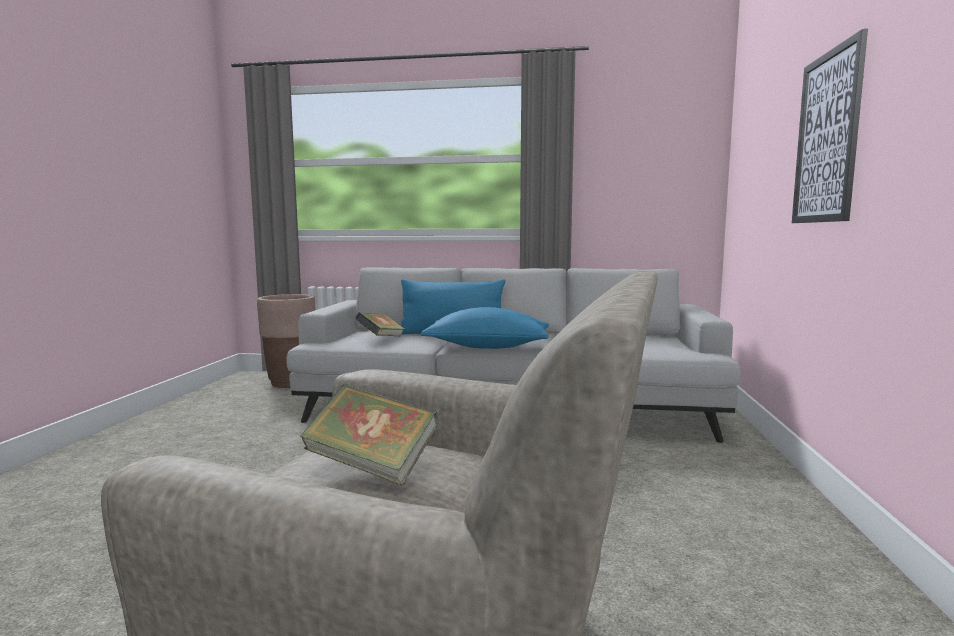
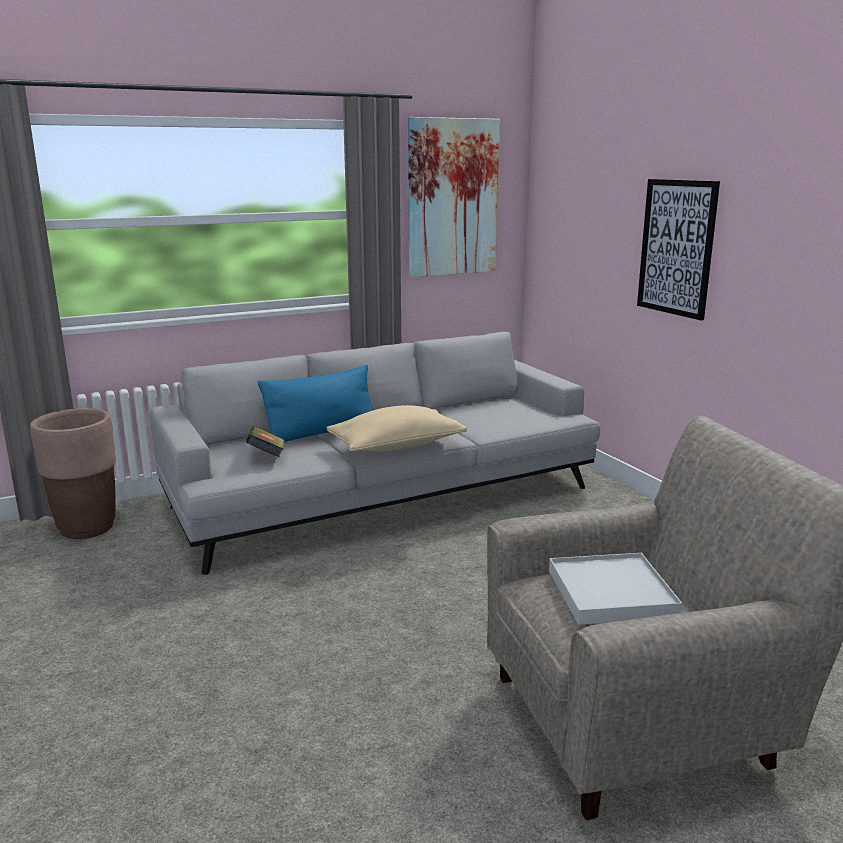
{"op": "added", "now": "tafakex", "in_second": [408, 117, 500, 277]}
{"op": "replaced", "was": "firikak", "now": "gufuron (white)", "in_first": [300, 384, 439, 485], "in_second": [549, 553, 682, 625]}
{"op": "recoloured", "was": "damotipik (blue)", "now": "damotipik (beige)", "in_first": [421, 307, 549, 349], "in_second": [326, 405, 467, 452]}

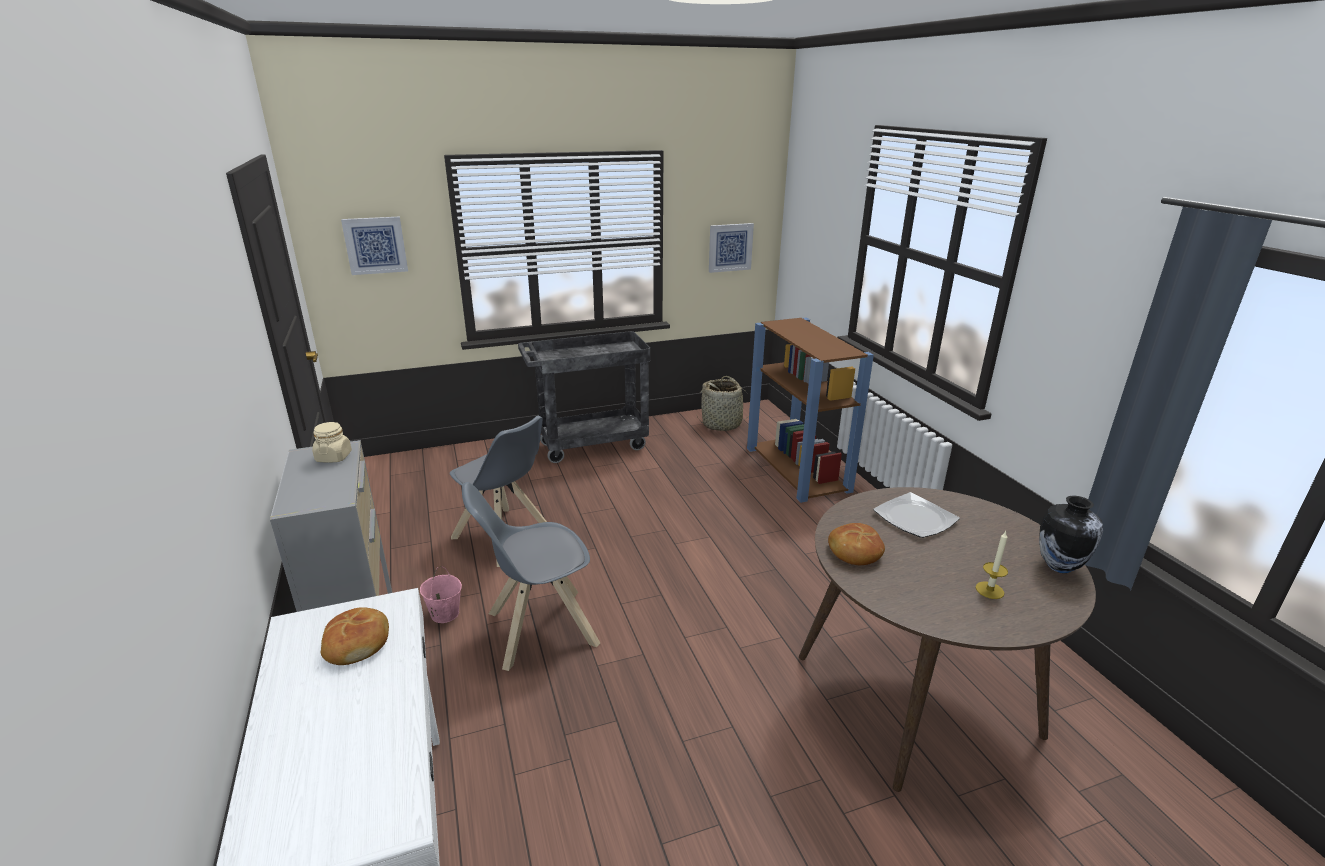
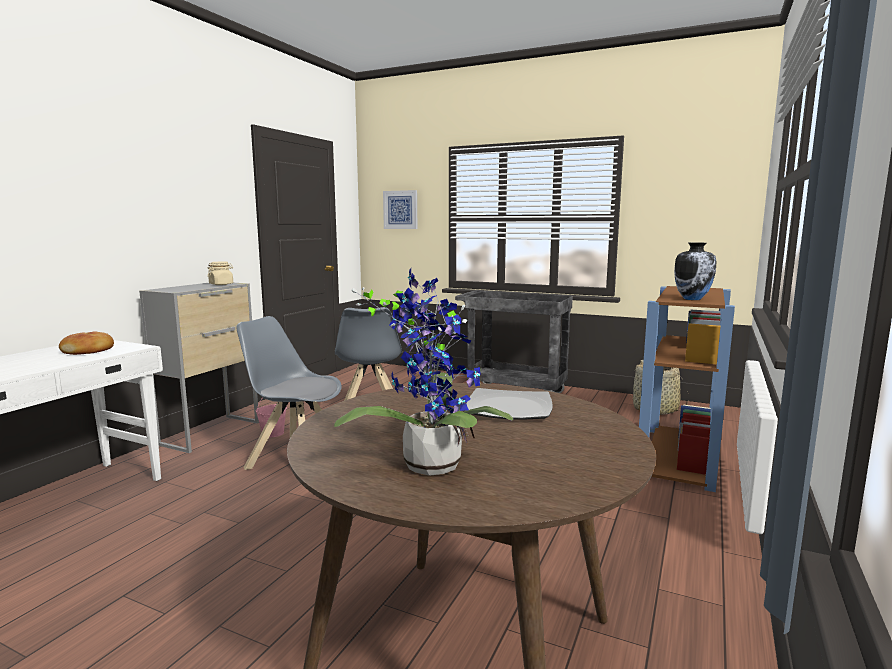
{"op": "removed", "was": "tafakex", "in_first": [709, 223, 754, 273]}
{"op": "removed", "was": "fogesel", "in_first": [828, 523, 885, 565]}
{"op": "moved", "was": "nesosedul", "in_first": [1039, 496, 1103, 573], "in_second": [674, 242, 717, 300]}
{"op": "replaced", "was": "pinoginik", "now": "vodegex", "in_first": [976, 532, 1008, 599], "in_second": [334, 268, 513, 476]}

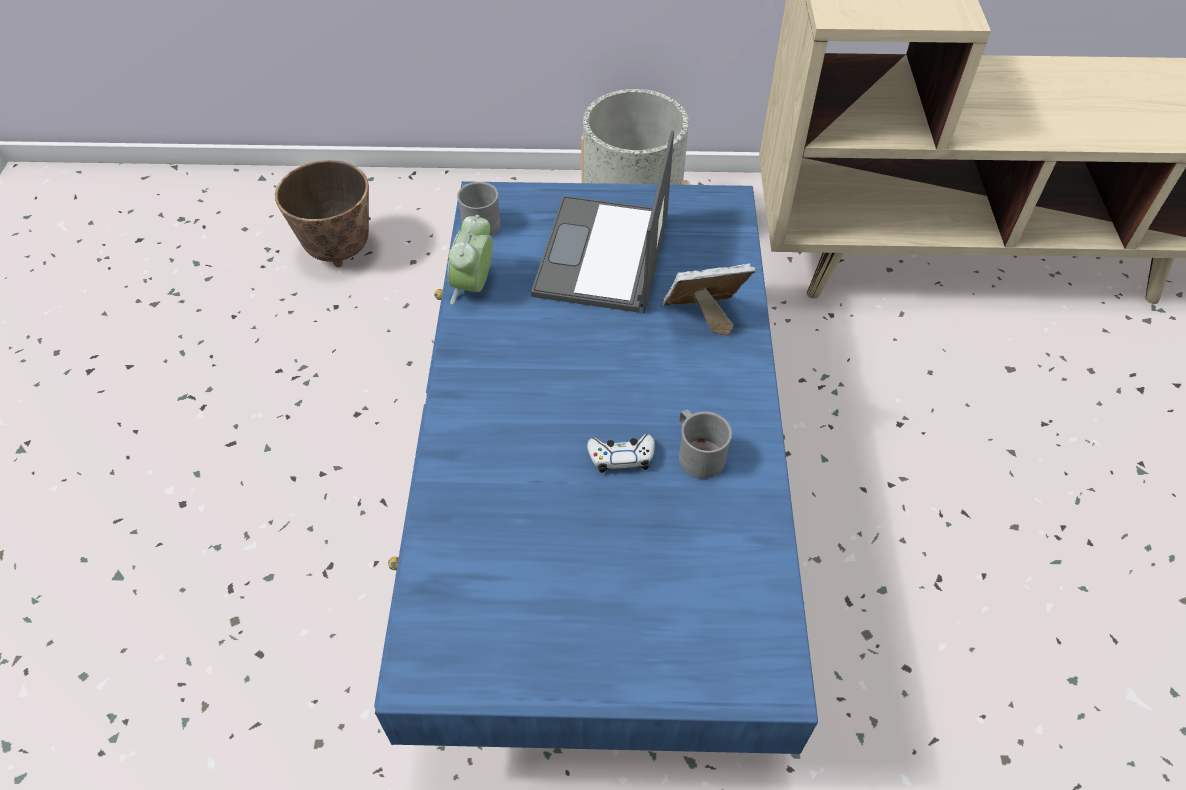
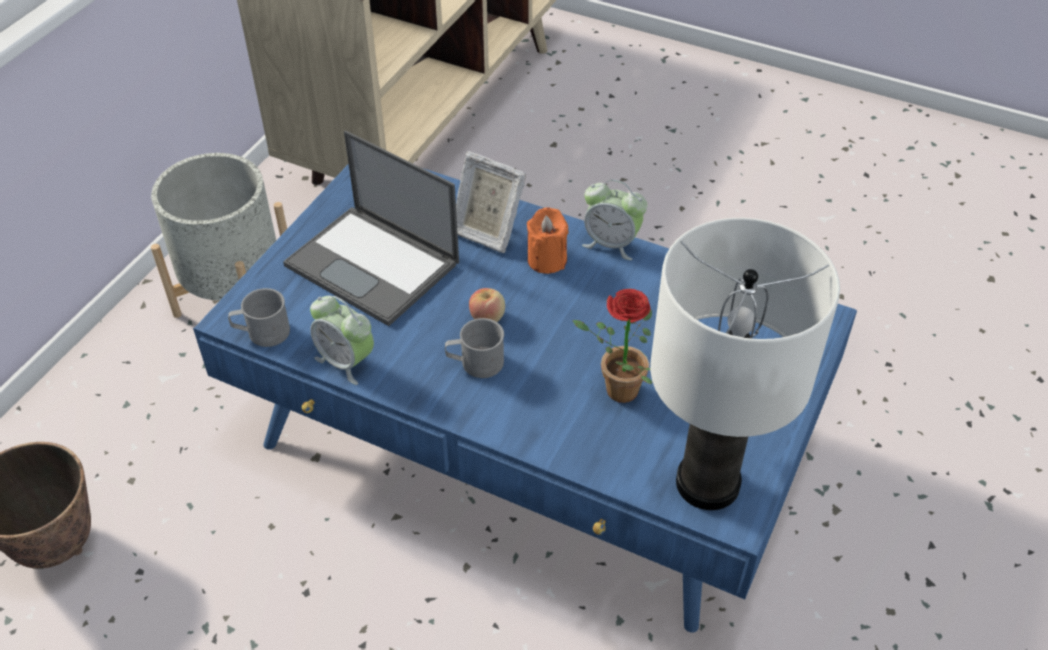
{"op": "removed", "was": "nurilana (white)", "in_first": [587, 434, 655, 473]}
{"op": "added", "now": "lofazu", "in_second": [469, 288, 505, 322]}
{"op": "added", "now": "pinoginik (orange)", "in_second": [527, 207, 568, 274]}
{"op": "added", "now": "vodegex", "in_second": [572, 289, 652, 403]}
{"op": "added", "now": "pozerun", "in_second": [582, 179, 647, 260]}
{"op": "added", "now": "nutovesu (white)", "in_second": [650, 218, 840, 510]}
{"op": "moved", "was": "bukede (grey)", "in_first": [679, 409, 732, 479], "in_second": [445, 318, 504, 378]}
{"op": "turned", "was": "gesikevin", "in_first": [663, 264, 756, 336], "in_second": [456, 151, 526, 253], "clockwise": -75}

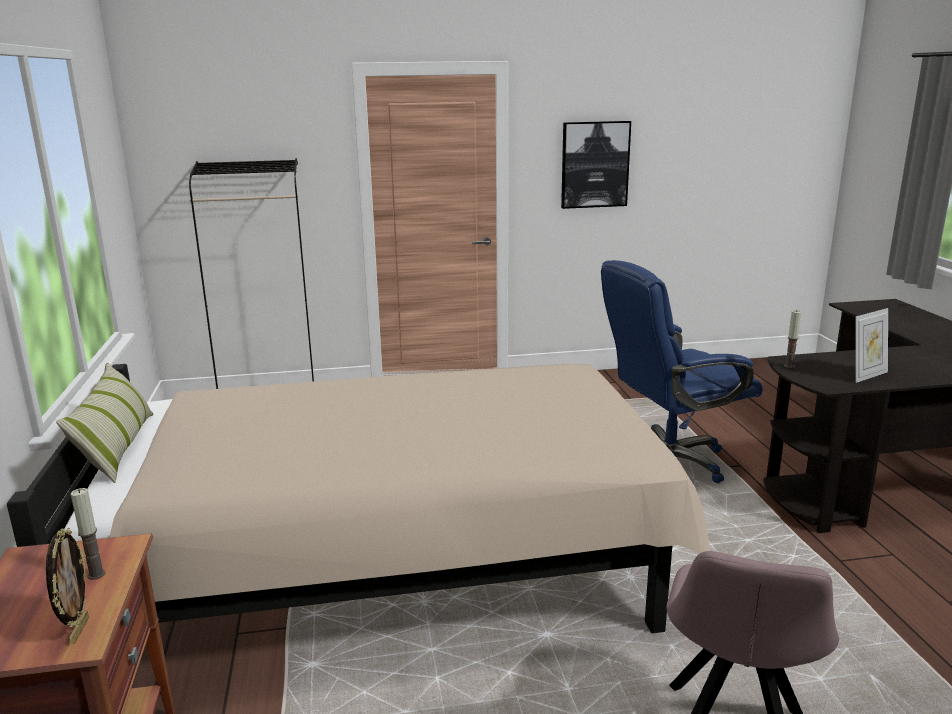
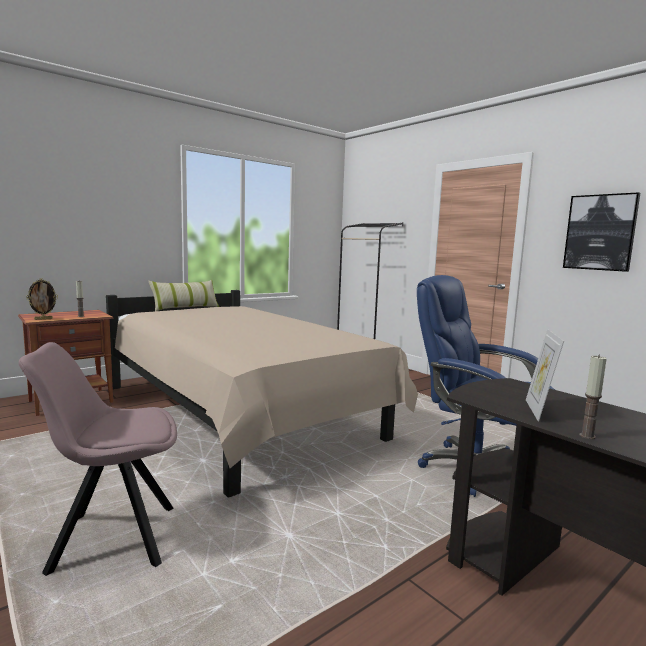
{"op": "moved", "was": "pinoginik", "in_first": [784, 310, 802, 368], "in_second": [580, 355, 607, 439]}
{"op": "turned", "was": "gesikevin", "in_first": [856, 308, 888, 383], "in_second": [526, 329, 564, 422], "clockwise": 75}

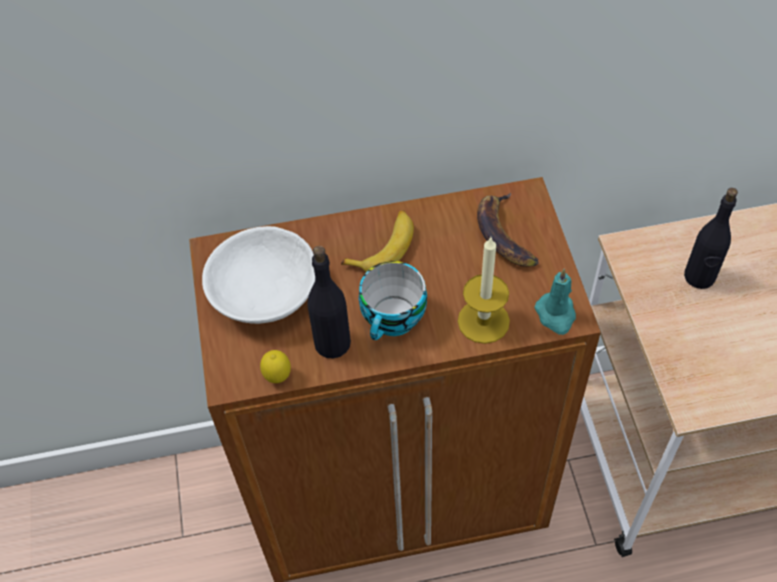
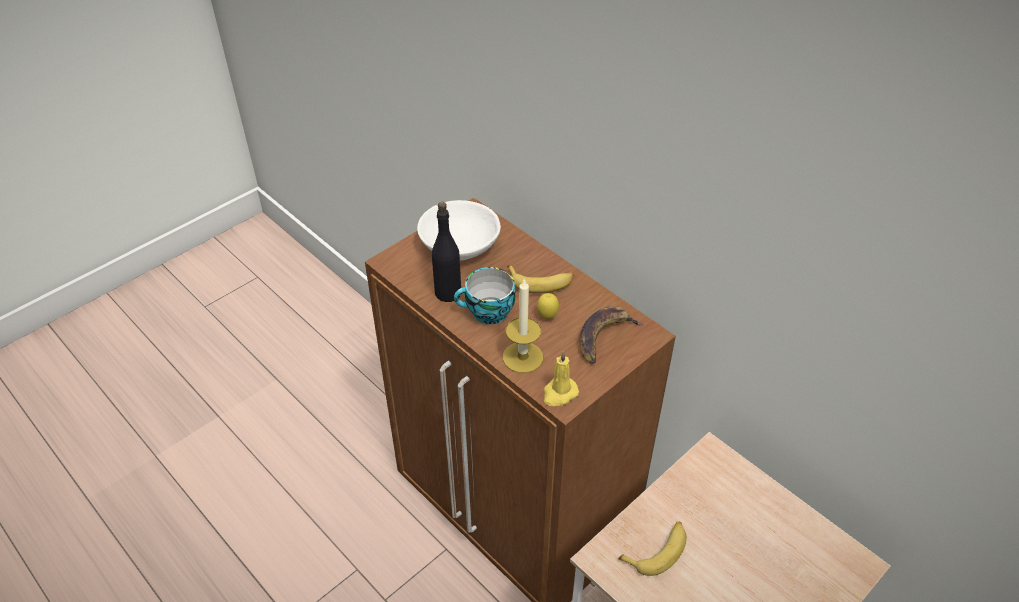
{"op": "removed", "was": "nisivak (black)", "in_first": [684, 188, 738, 289]}
{"op": "added", "now": "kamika", "in_second": [618, 522, 687, 576]}
{"op": "moved", "was": "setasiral", "in_first": [260, 350, 291, 383], "in_second": [537, 293, 559, 319]}
{"op": "recoloured", "was": "pinoginik (turquoise)", "now": "pinoginik (yellow)", "in_first": [534, 269, 576, 335], "in_second": [544, 351, 579, 406]}

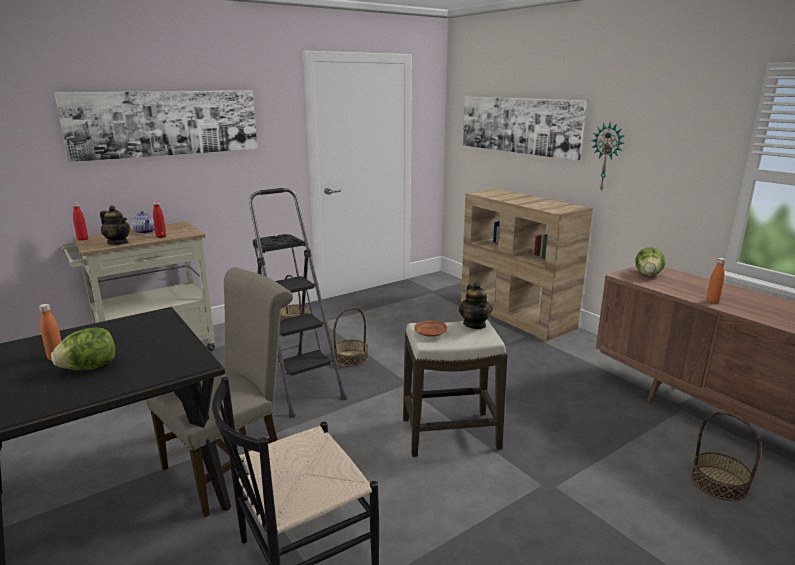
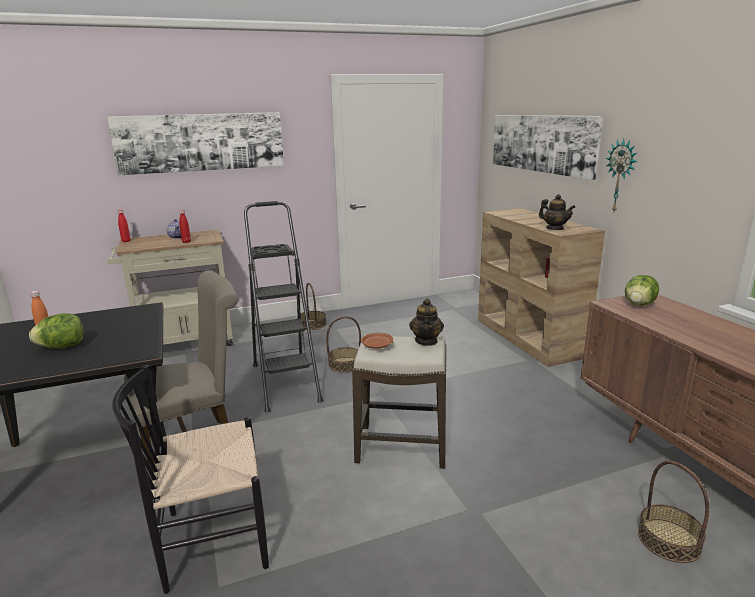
{"op": "removed", "was": "nisivak (orange)", "in_first": [706, 258, 726, 303]}
{"op": "moved", "was": "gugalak", "in_first": [100, 206, 130, 245], "in_second": [539, 194, 575, 230]}

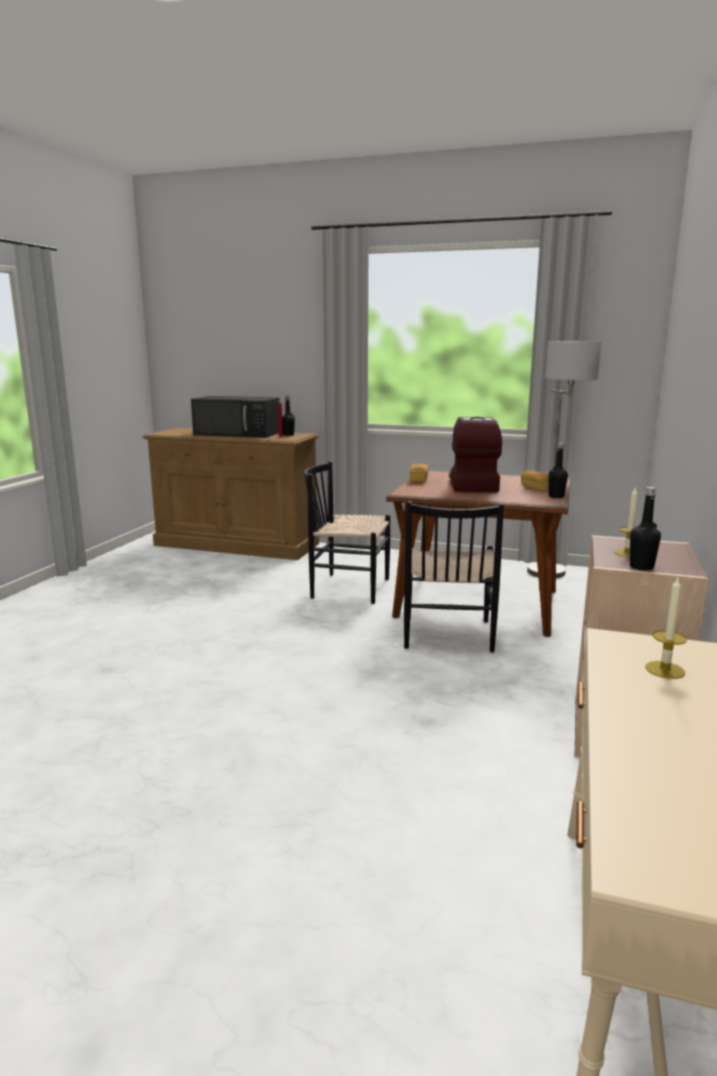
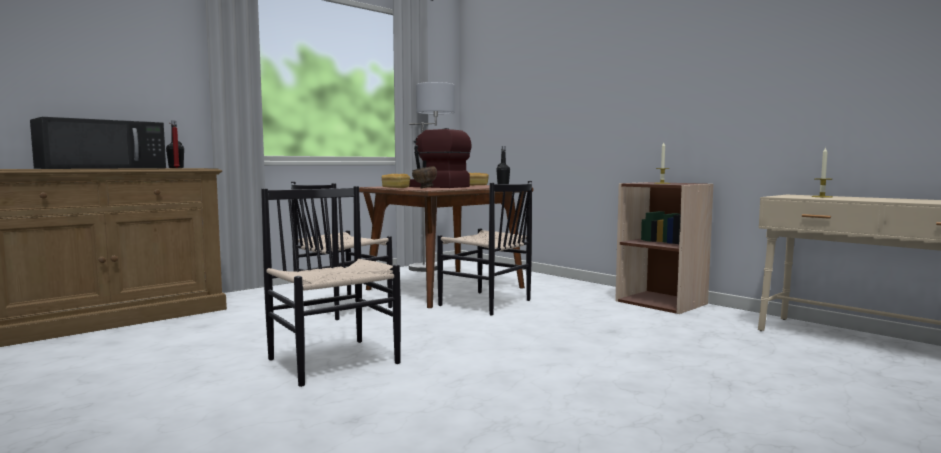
{"op": "removed", "was": "nisivak (black)", "in_first": [629, 487, 661, 571]}
{"op": "added", "now": "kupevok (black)", "in_second": [261, 186, 401, 387]}
{"op": "added", "now": "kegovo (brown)", "in_second": [412, 166, 437, 188]}

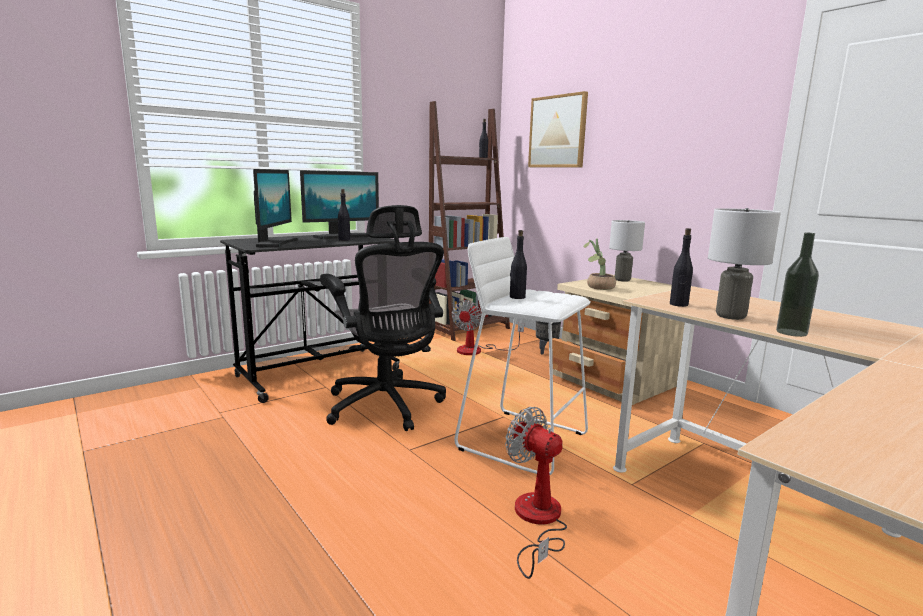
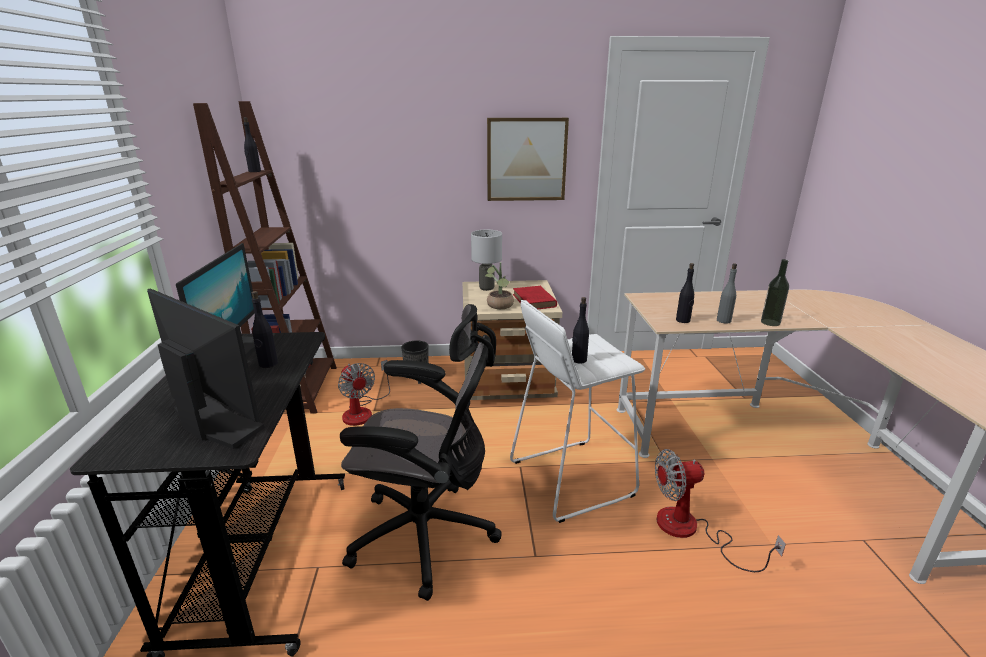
{"op": "added", "now": "firikak (red)", "in_second": [513, 286, 557, 309]}
{"op": "moved", "was": "tafakex", "in_first": [528, 91, 588, 167], "in_second": [487, 118, 569, 201]}
{"op": "replaced", "was": "nutovesu (white)", "now": "nisivak (grey)", "in_first": [708, 208, 781, 320], "in_second": [717, 263, 737, 324]}

